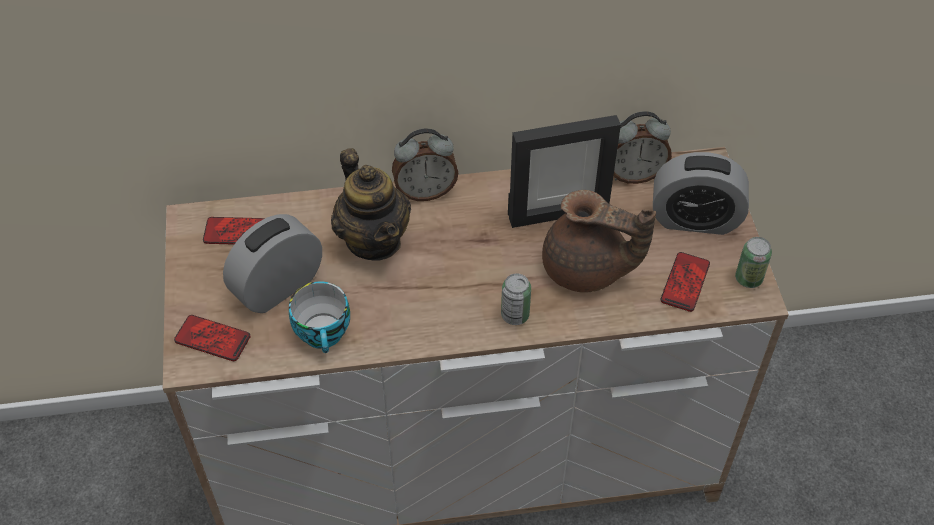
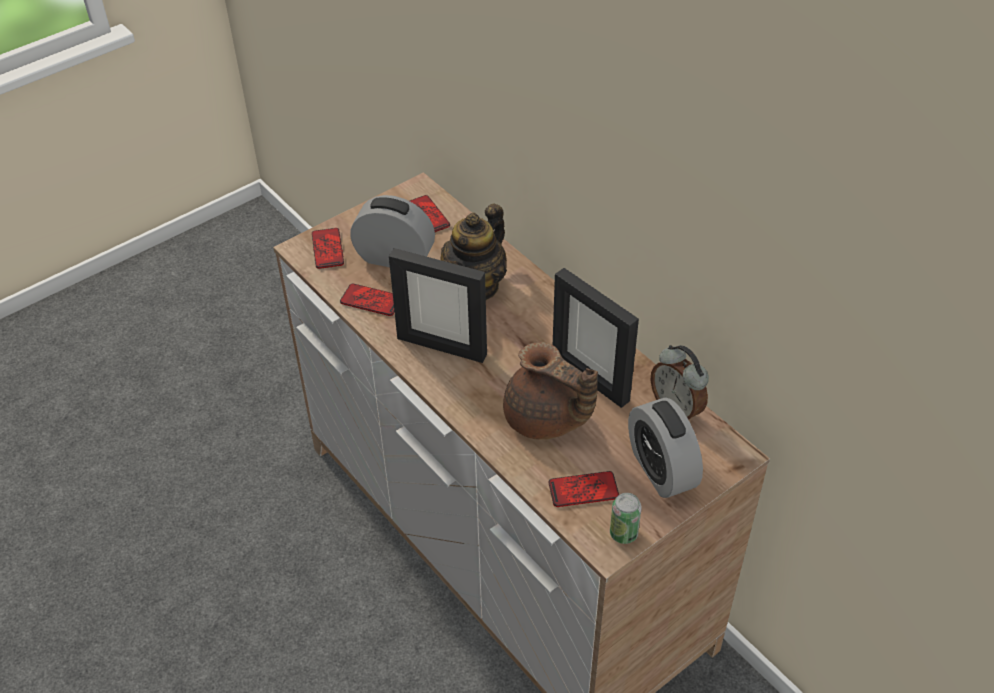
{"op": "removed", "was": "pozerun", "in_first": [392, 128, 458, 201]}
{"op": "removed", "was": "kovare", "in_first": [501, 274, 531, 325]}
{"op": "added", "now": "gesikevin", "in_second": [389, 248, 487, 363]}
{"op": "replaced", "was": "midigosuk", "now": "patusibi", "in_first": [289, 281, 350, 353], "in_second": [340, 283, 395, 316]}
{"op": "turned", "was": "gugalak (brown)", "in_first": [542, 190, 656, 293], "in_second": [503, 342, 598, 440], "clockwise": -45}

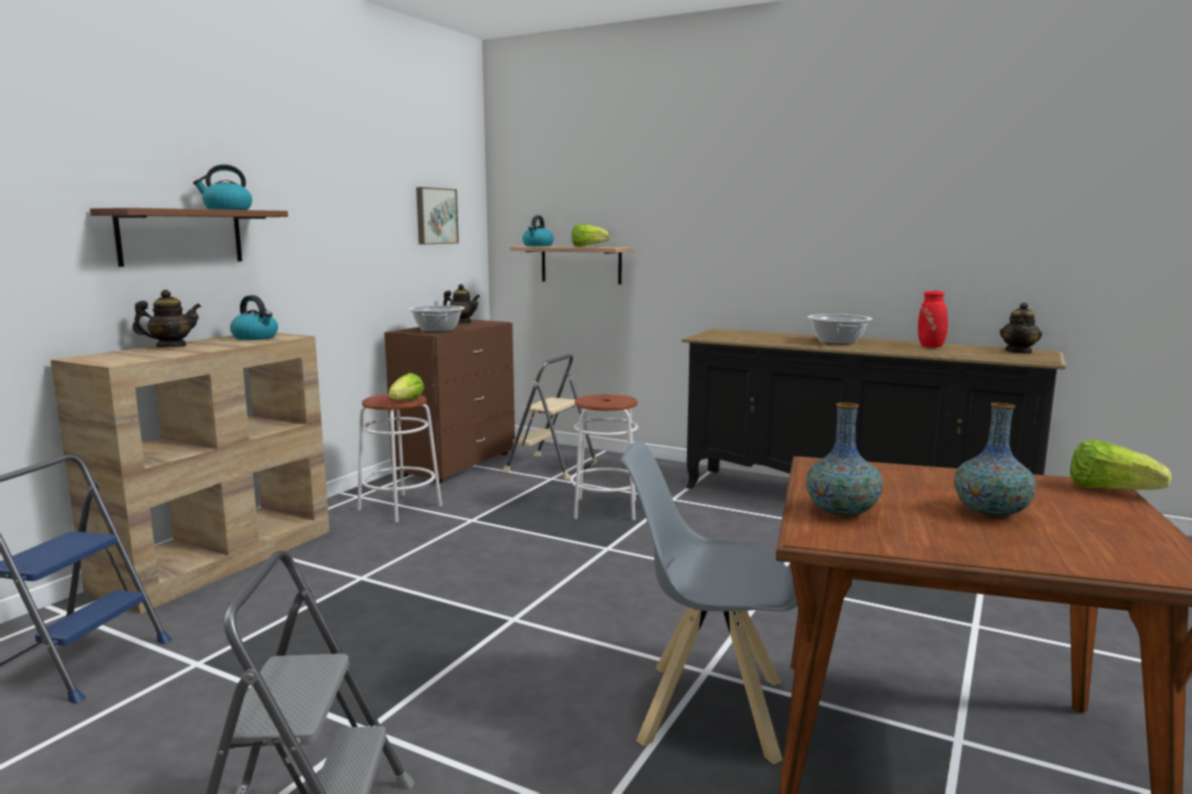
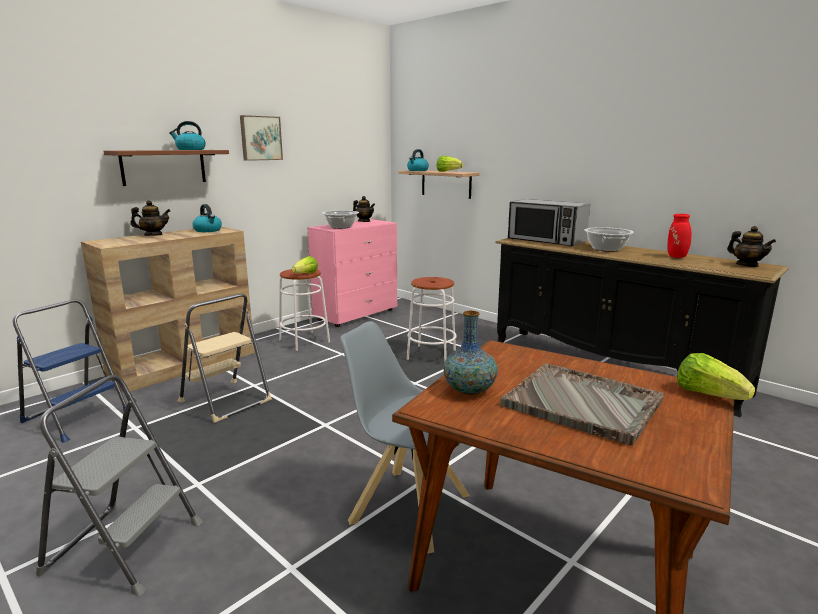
{"op": "added", "now": "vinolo", "in_second": [508, 199, 590, 246]}
{"op": "moved", "was": "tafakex", "in_first": [416, 187, 459, 244], "in_second": [240, 115, 283, 161]}
{"op": "moved", "was": "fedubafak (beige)", "in_first": [502, 354, 597, 481], "in_second": [178, 294, 272, 423]}
{"op": "replaced", "was": "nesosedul", "now": "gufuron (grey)", "in_first": [954, 403, 1036, 519], "in_second": [500, 363, 664, 446]}
{"op": "recoloured", "was": "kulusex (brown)", "now": "kulusex (pink)", "in_first": [384, 319, 515, 483], "in_second": [307, 219, 397, 327]}
{"op": "turned", "was": "gugalak", "in_first": [1000, 302, 1042, 354], "in_second": [727, 226, 776, 267], "clockwise": -75}

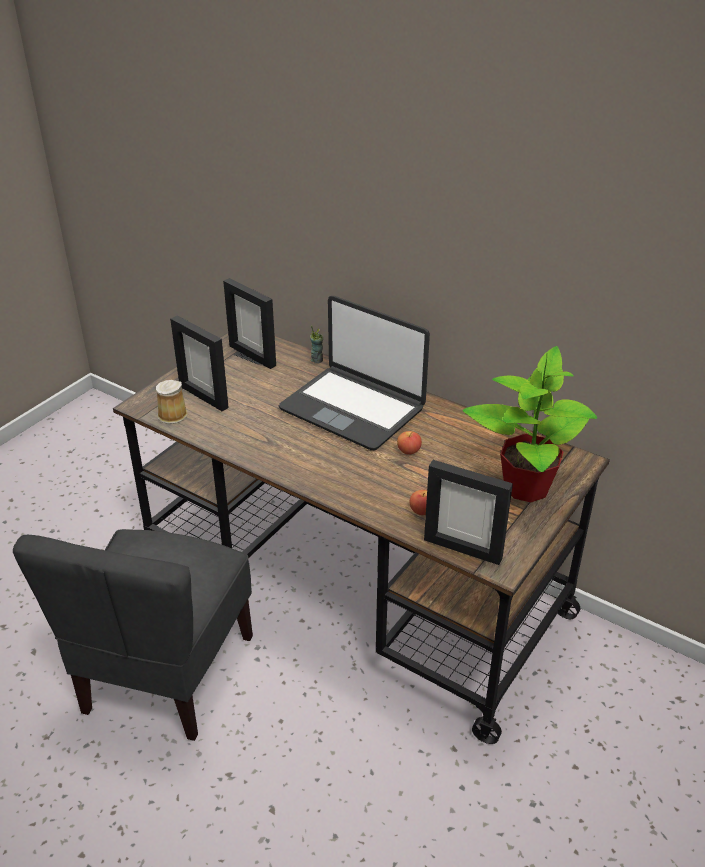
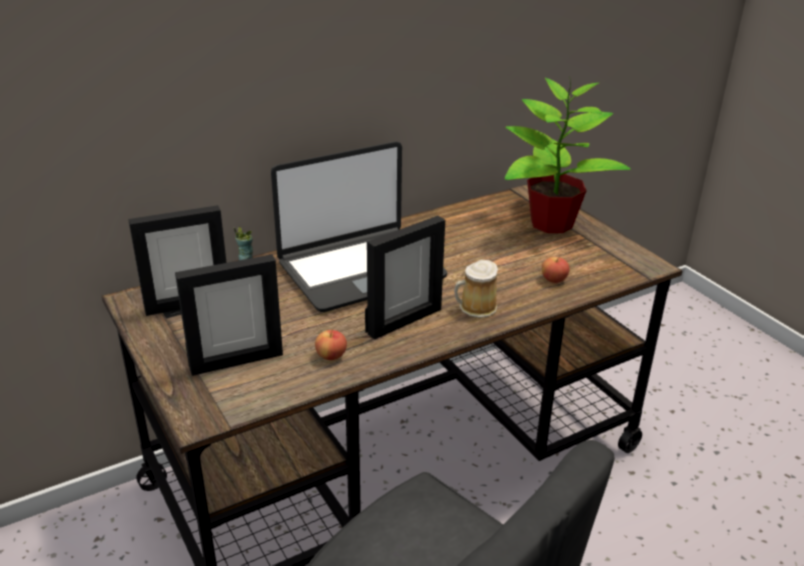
{"op": "moved", "was": "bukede", "in_first": [156, 380, 188, 424], "in_second": [454, 259, 498, 318]}
{"op": "moved", "was": "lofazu", "in_first": [397, 431, 422, 455], "in_second": [315, 329, 347, 360]}
{"op": "moved", "was": "gesikevin", "in_first": [424, 460, 513, 565], "in_second": [365, 216, 445, 340]}

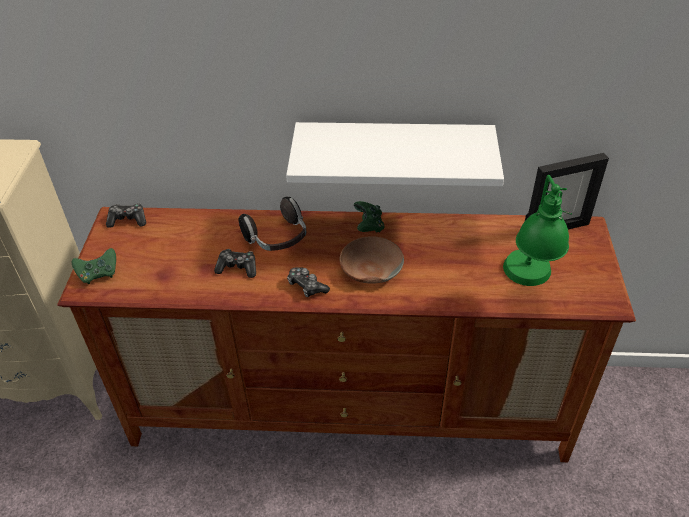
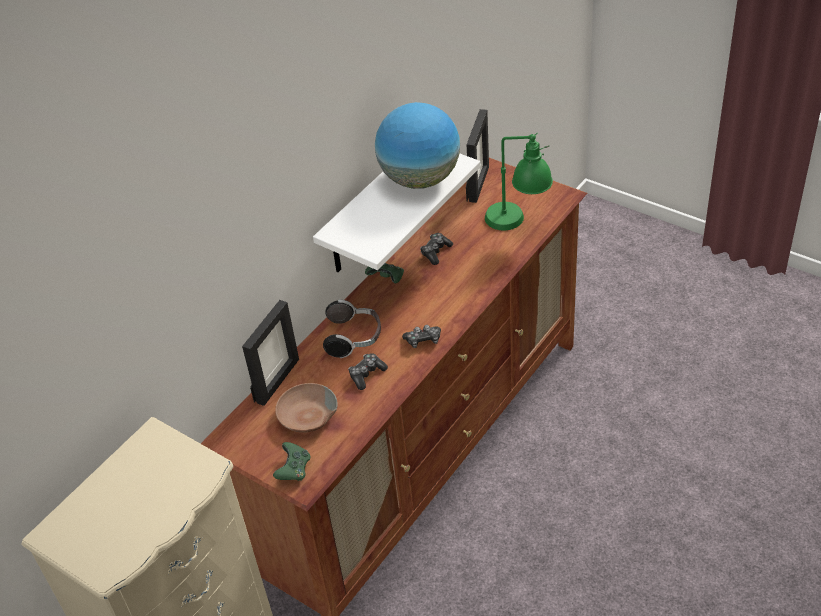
{"op": "added", "now": "gesikevin", "in_second": [242, 300, 299, 406]}
{"op": "added", "now": "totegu", "in_second": [375, 102, 460, 189]}
{"op": "moved", "was": "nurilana", "in_first": [106, 203, 146, 228], "in_second": [420, 233, 453, 265]}
{"op": "moved", "was": "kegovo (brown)", "in_first": [340, 236, 404, 284], "in_second": [275, 383, 338, 433]}

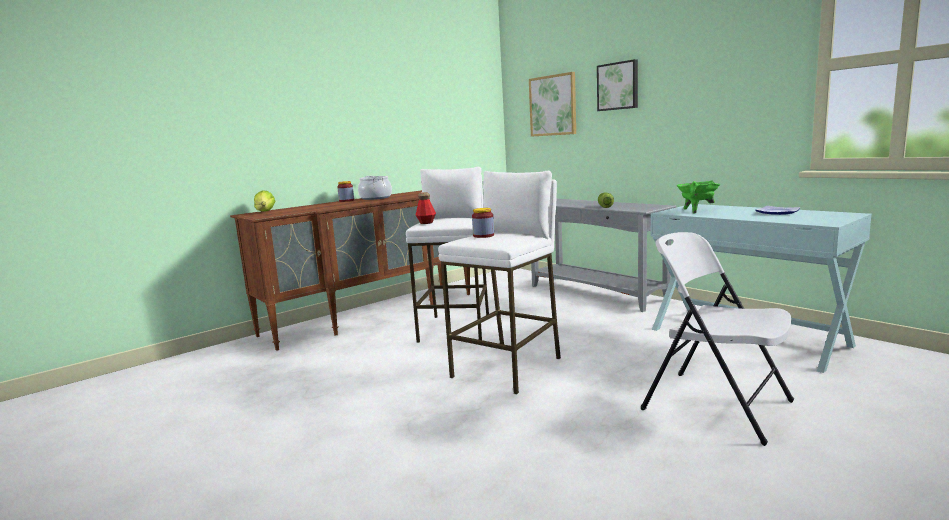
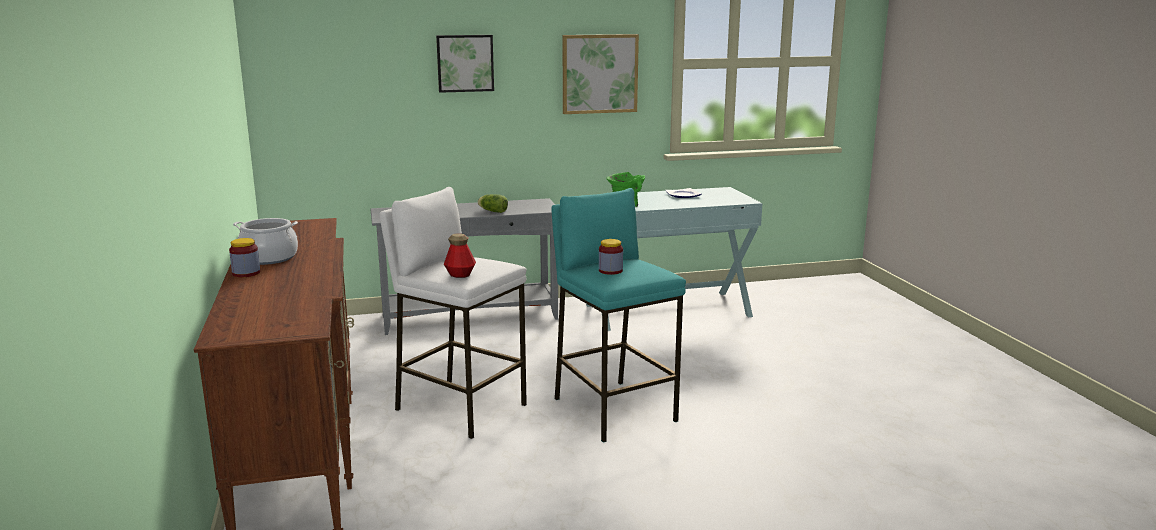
{"op": "removed", "was": "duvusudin", "in_first": [254, 190, 275, 212]}
{"op": "removed", "was": "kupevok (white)", "in_first": [641, 232, 794, 446]}
{"op": "moved", "was": "tafakex", "in_first": [529, 72, 576, 137], "in_second": [562, 34, 639, 114]}
{"op": "recoloured", "was": "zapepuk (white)", "now": "zapepuk (turquoise)", "in_first": [438, 171, 561, 395], "in_second": [551, 188, 686, 443]}

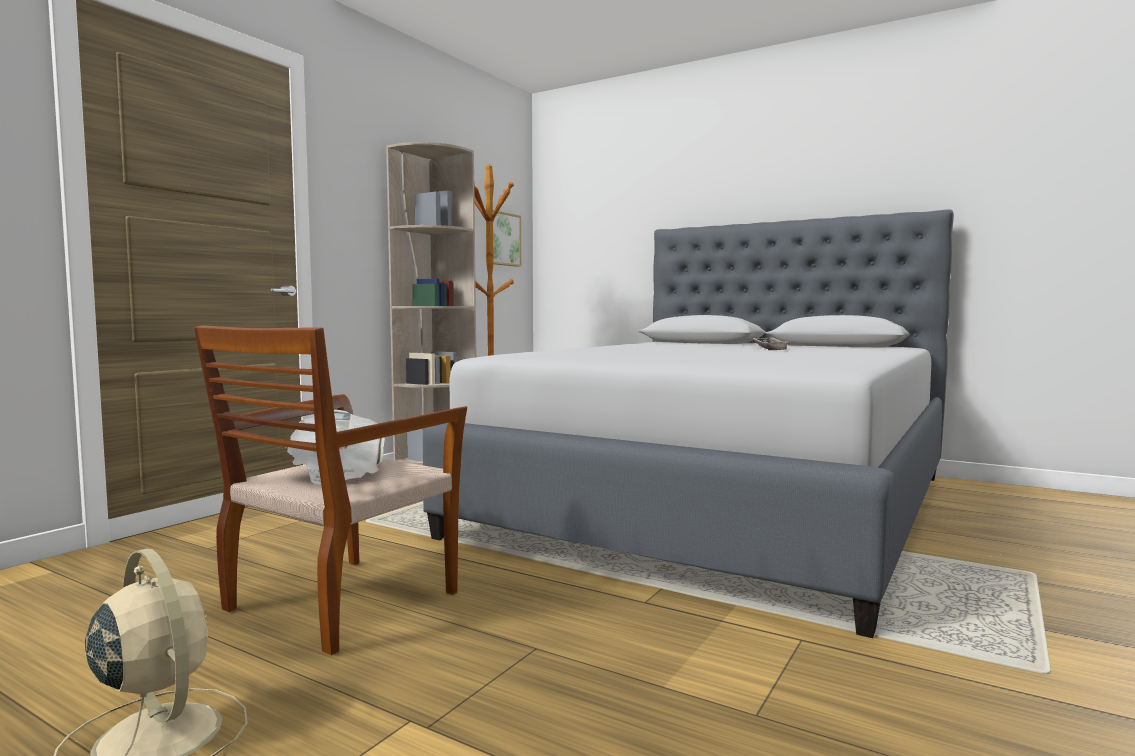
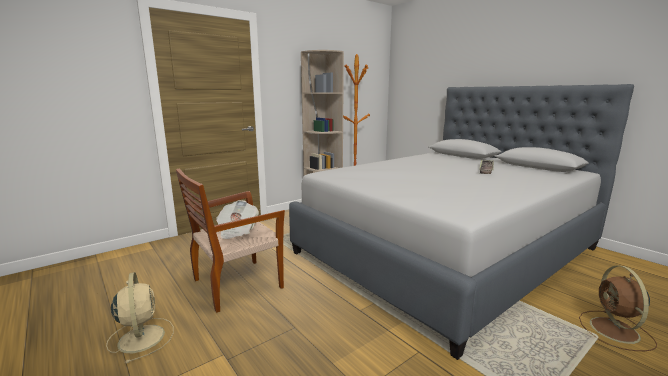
{"op": "removed", "was": "tafakex", "in_first": [485, 210, 521, 267]}
{"op": "added", "now": "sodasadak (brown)", "in_second": [579, 265, 657, 351]}

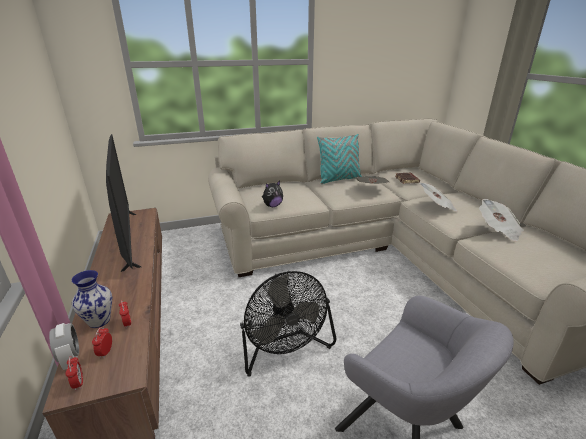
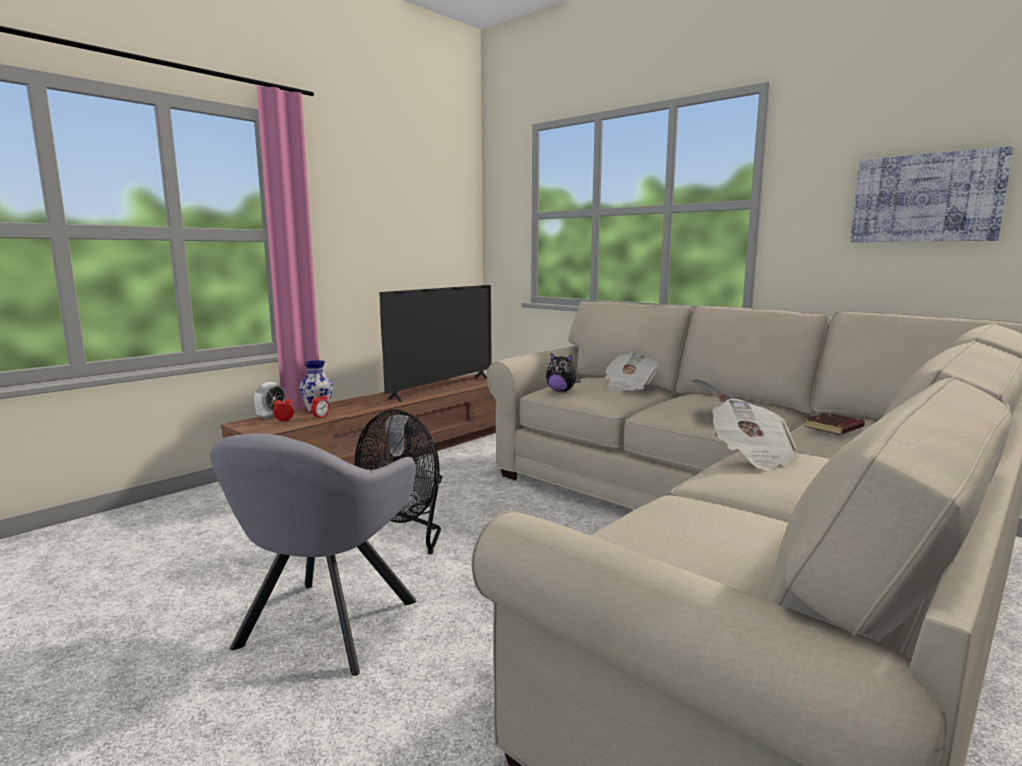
{"op": "removed", "was": "pozerun", "in_first": [65, 356, 83, 391]}
{"op": "removed", "was": "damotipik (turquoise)", "in_first": [317, 134, 362, 184]}
{"op": "added", "now": "tafakex", "in_second": [850, 146, 1013, 242]}
{"op": "moved", "was": "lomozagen", "in_first": [479, 199, 524, 242], "in_second": [605, 353, 659, 392]}

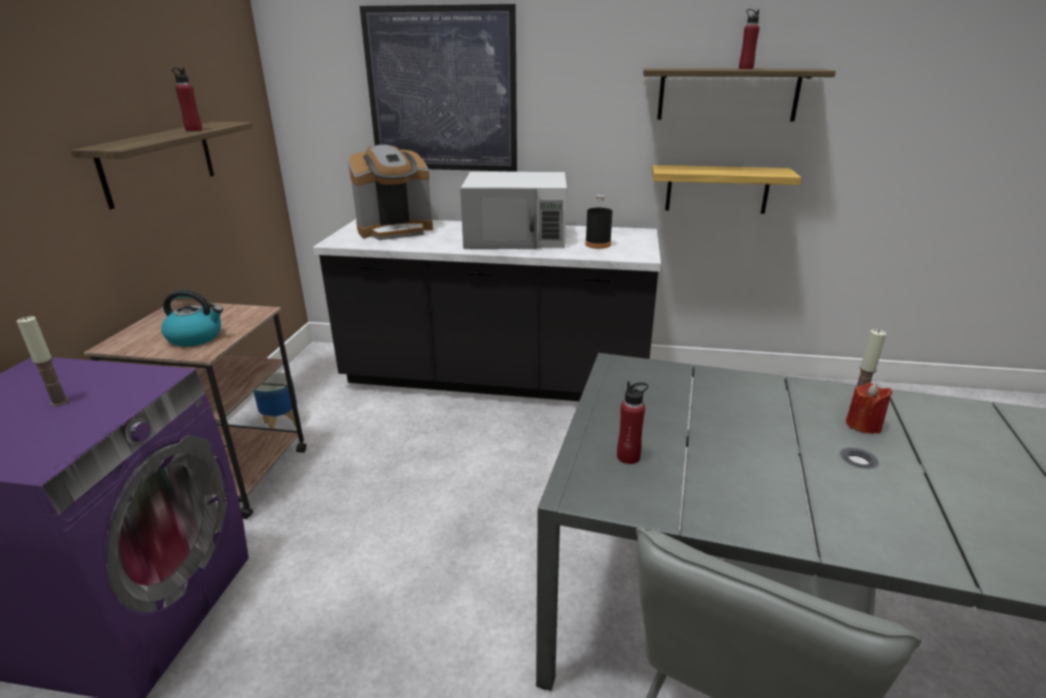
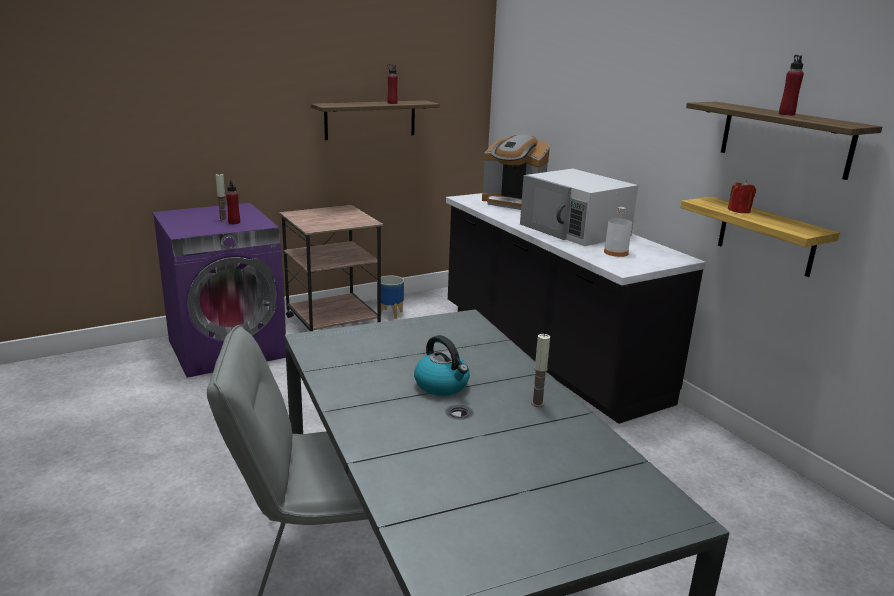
{"op": "removed", "was": "tafakex", "in_first": [359, 4, 517, 172]}
{"op": "moved", "was": "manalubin", "in_first": [161, 290, 223, 347], "in_second": [414, 335, 470, 396]}
{"op": "moved", "was": "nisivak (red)", "in_first": [617, 381, 648, 464], "in_second": [226, 180, 240, 224]}
{"op": "moved", "was": "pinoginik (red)", "in_first": [846, 383, 892, 434], "in_second": [727, 180, 756, 213]}
{"op": "recoloured", "was": "nisivak (black)", "now": "nisivak (white)", "in_first": [585, 195, 612, 249], "in_second": [604, 207, 632, 257]}

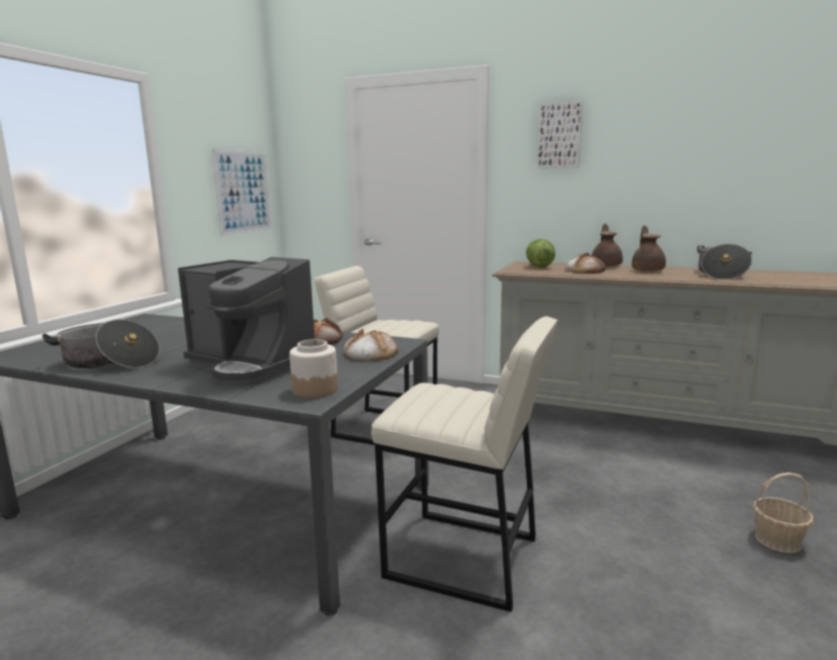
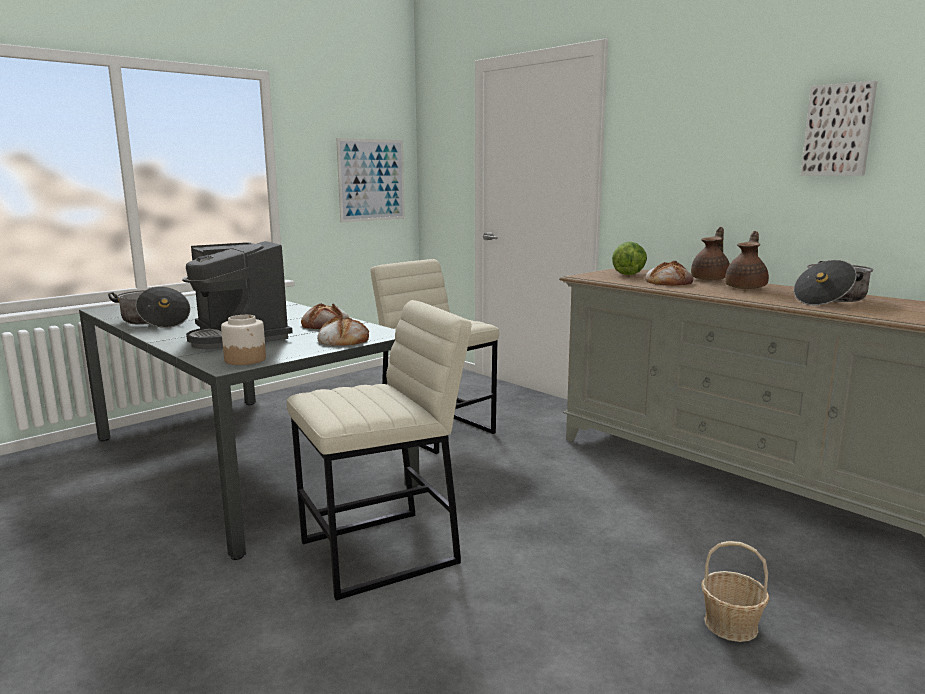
{"op": "moved", "was": "tafakex", "in_first": [537, 101, 583, 168], "in_second": [801, 81, 877, 176]}
{"op": "turned", "was": "kupevok (beige)", "in_first": [371, 316, 558, 612], "in_second": [287, 300, 471, 601], "clockwise": -75}

